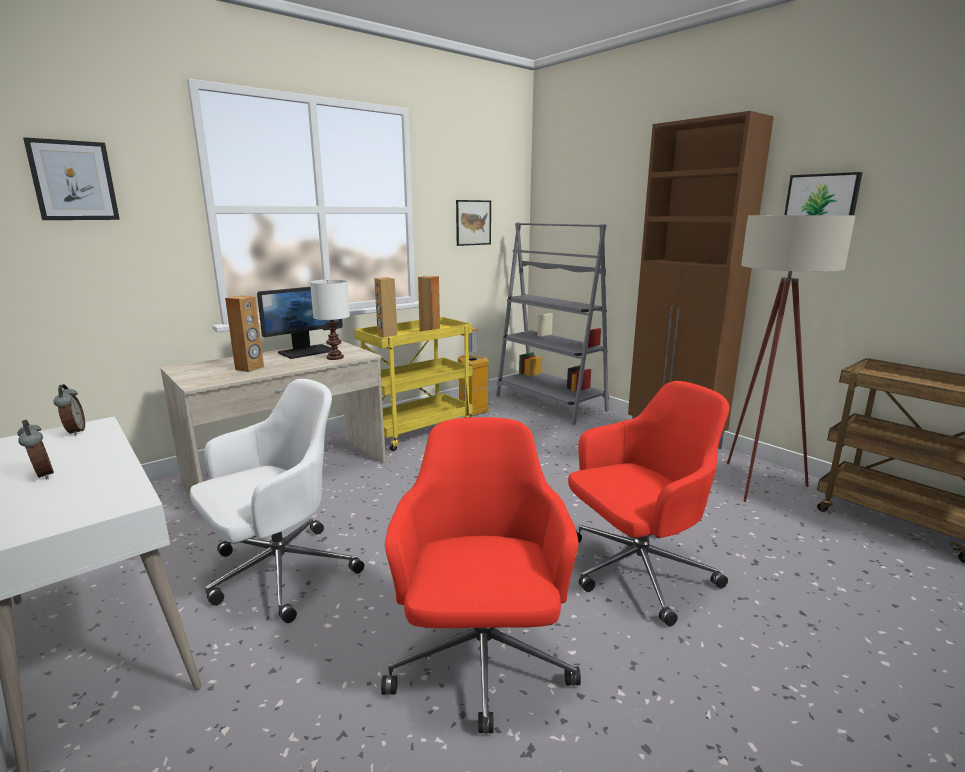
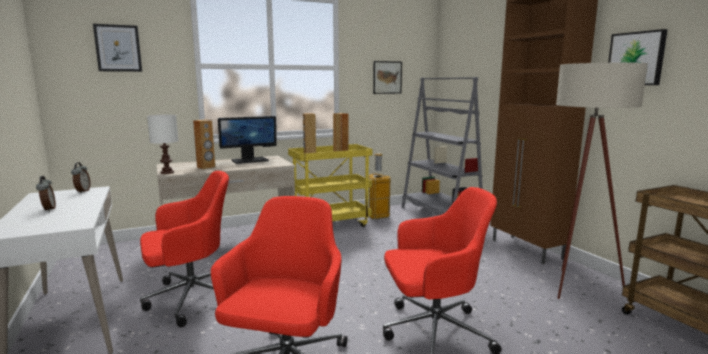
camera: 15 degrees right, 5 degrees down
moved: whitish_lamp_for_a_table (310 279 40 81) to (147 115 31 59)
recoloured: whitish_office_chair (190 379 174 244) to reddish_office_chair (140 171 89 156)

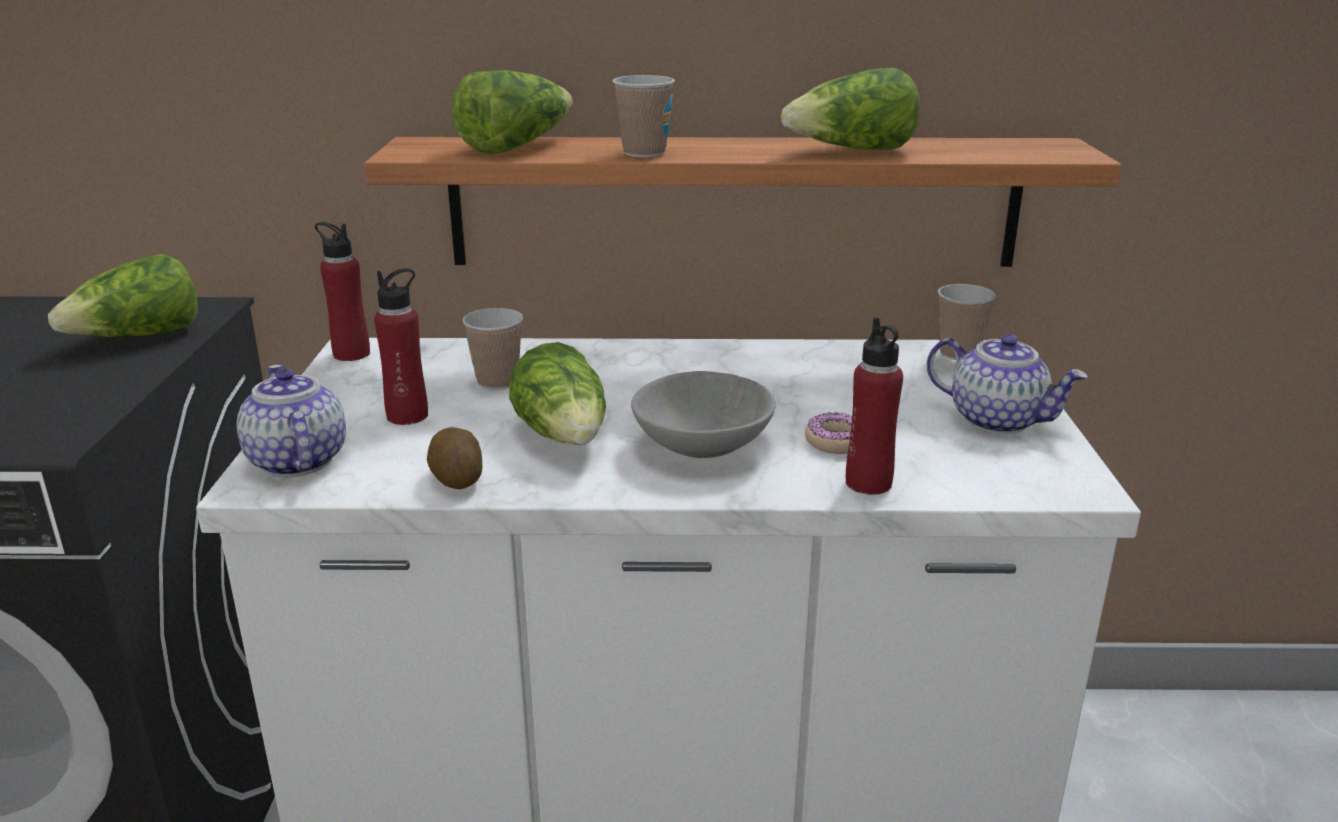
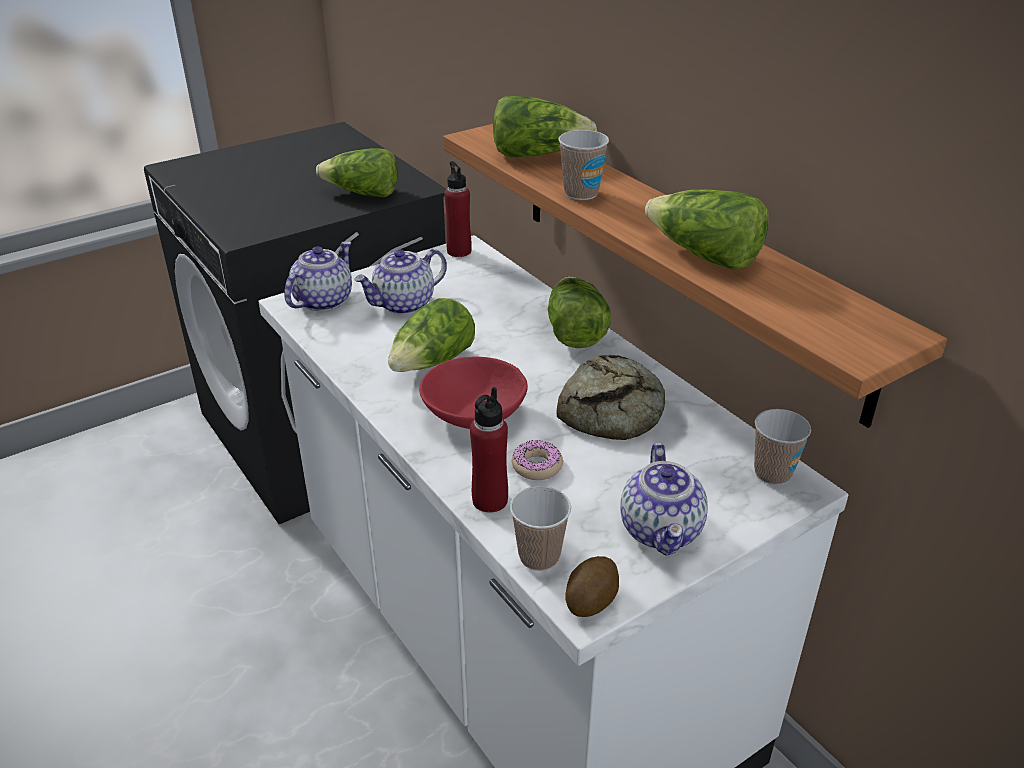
camera: 55 degrees right, 10 degrees up
added: lettuce (548 277 63 71); baked_bread (556 355 109 85)
moved: drinking_cup (462 308 61 82) to (510 486 61 85); spud (427 427 56 62) to (565 556 54 61)
replaced: reddish_beverage_bottle (374 268 54 157) to pot_for_tea (354 249 93 66)
recoloured: greyish_serving_bowl (631 371 145 87) to reddish_serving_bowl (419 357 109 72)

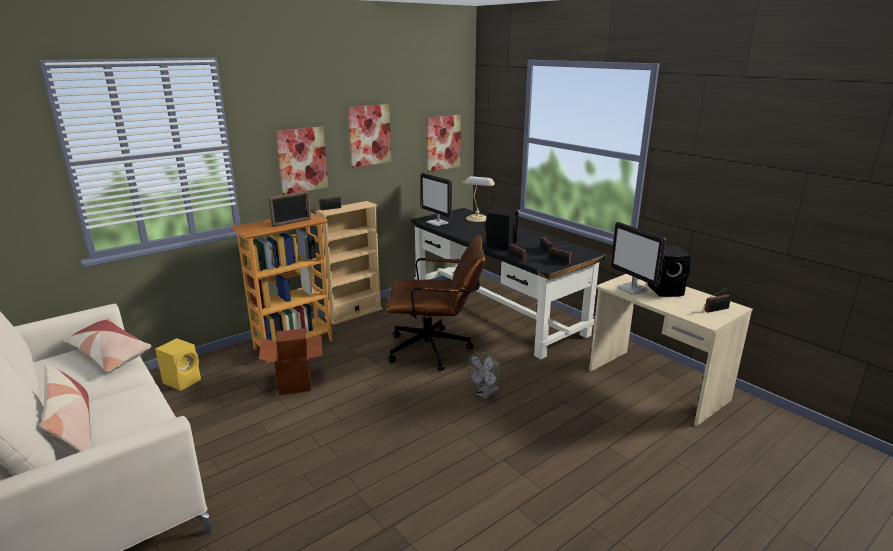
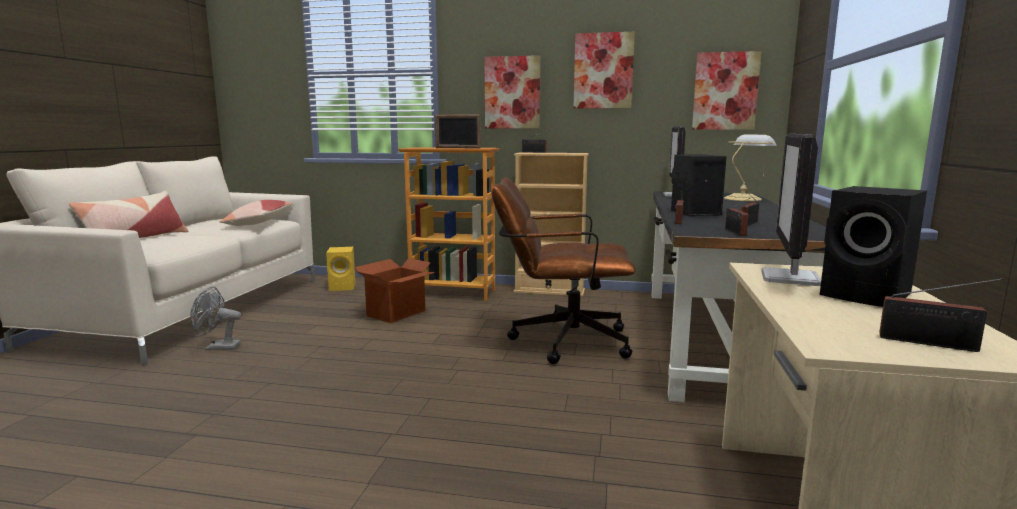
camera: 50 degrees right, 10 degrees down
moved: greyish_fan (467 351 32 48) to (190 287 51 63)
turned: brown_office_chair (386 235 99 136) = (491 177 145 187) 135 degrees clockwise

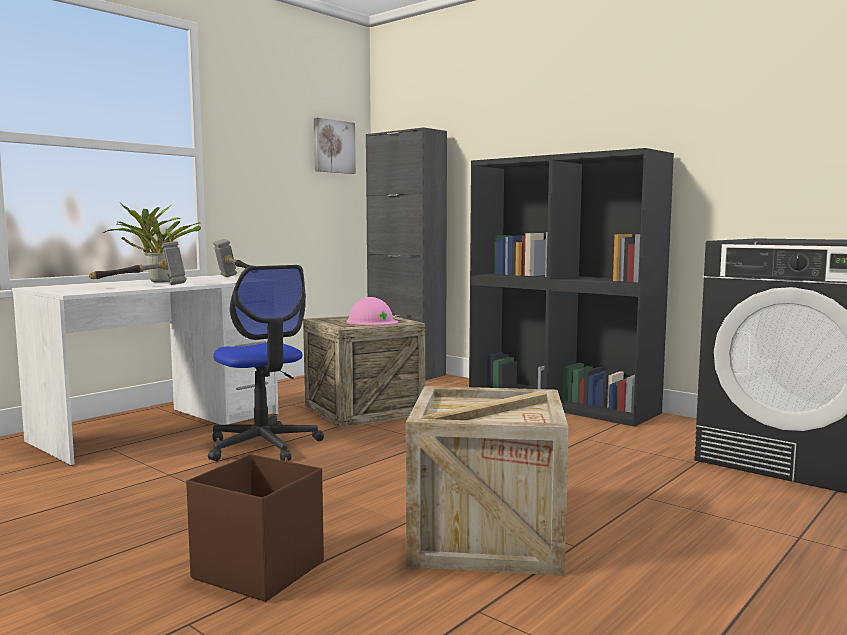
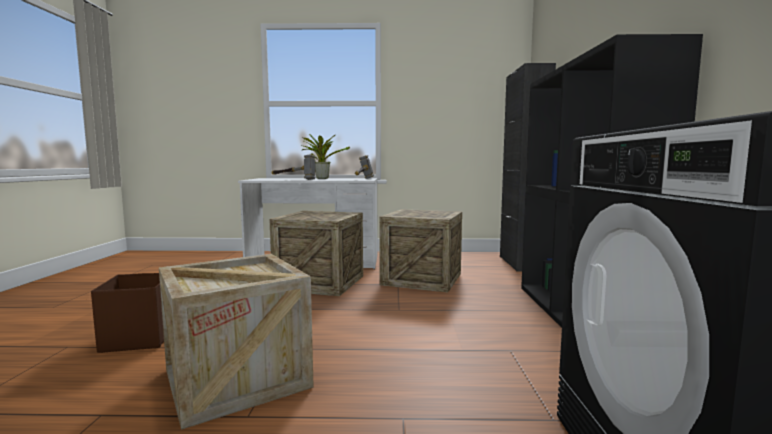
camera: 50 degrees right, 0 degrees up
removed: wall_art (314 117 42 57); pinkish_hard_hat (347 297 51 29)
replaced: office_chair (208 265 116 196) to crate (269 211 94 85)

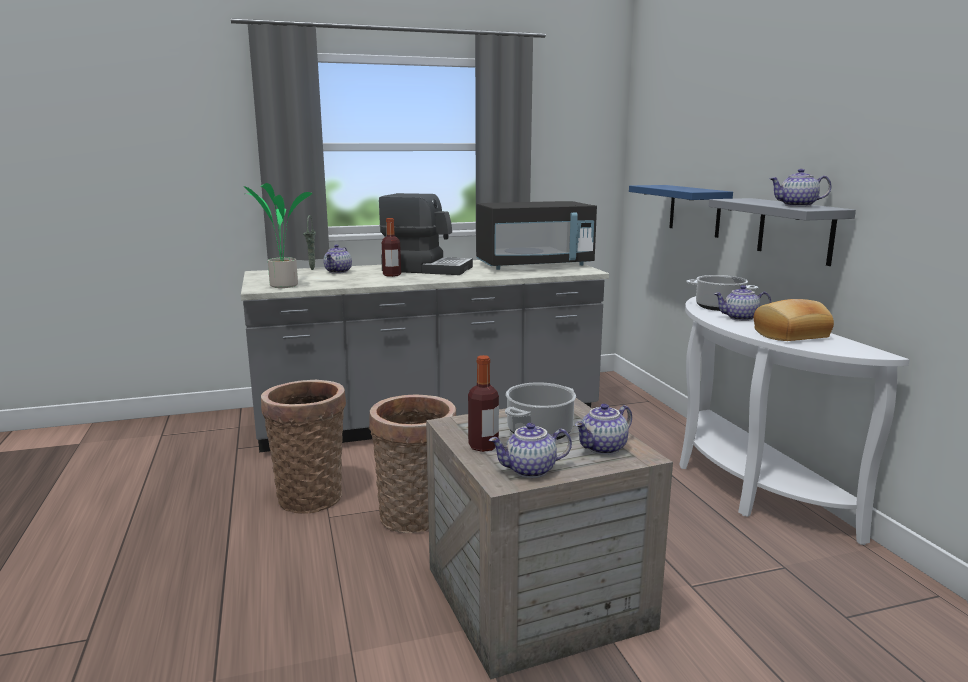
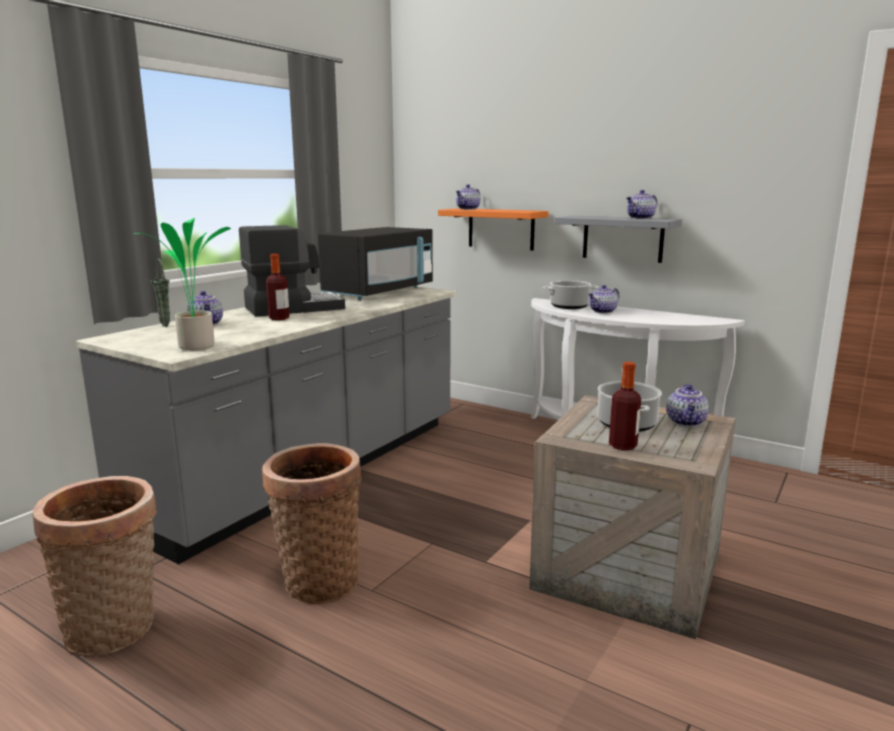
camera: 40 degrees left, 0 degrees up
removed: baked_bread (754 299 80 42)
moved: basket (369 394 87 139) to (33 476 124 181); pot_for_tea (489 423 83 55) to (456 184 24 26)
recoloured: blue-coloured_shelf (629 185 104 53) to orange_shelf (438 208 111 43)

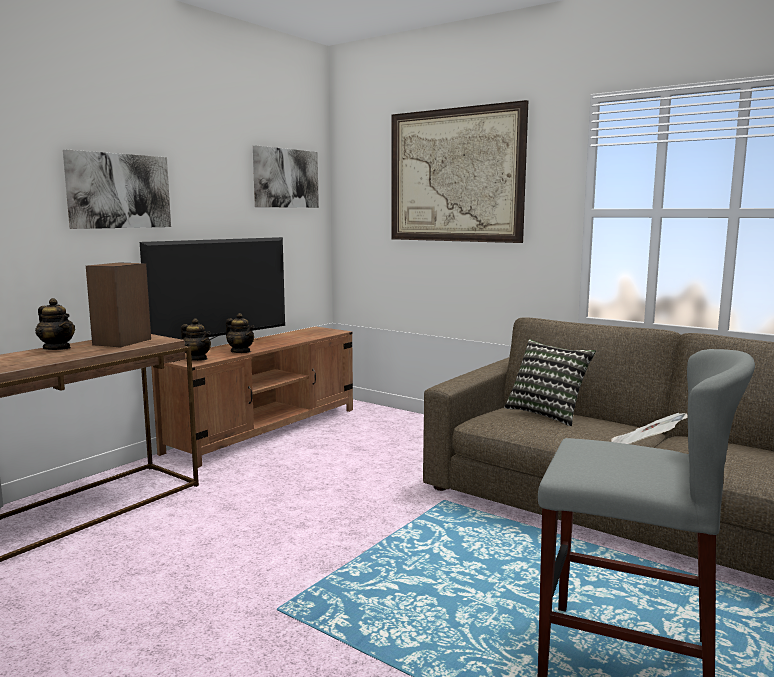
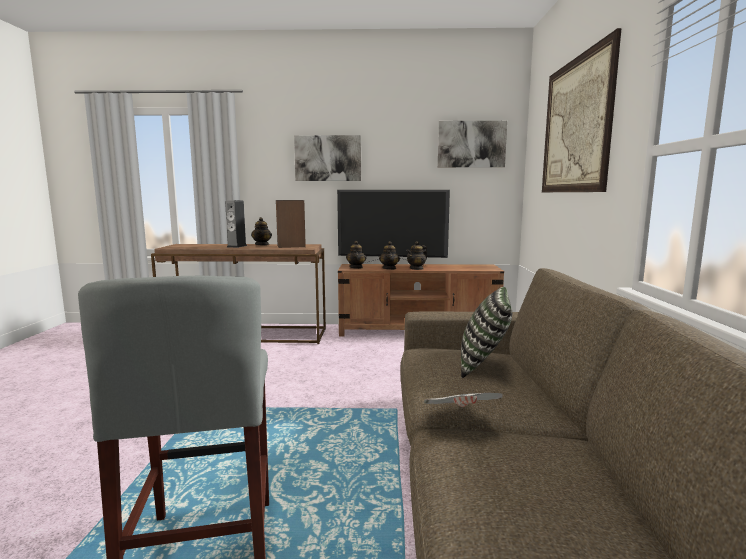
camera: 55 degrees right, 0 degrees up
added: speaker (225 200 22 48); pot_for_tea (406 241 21 29)

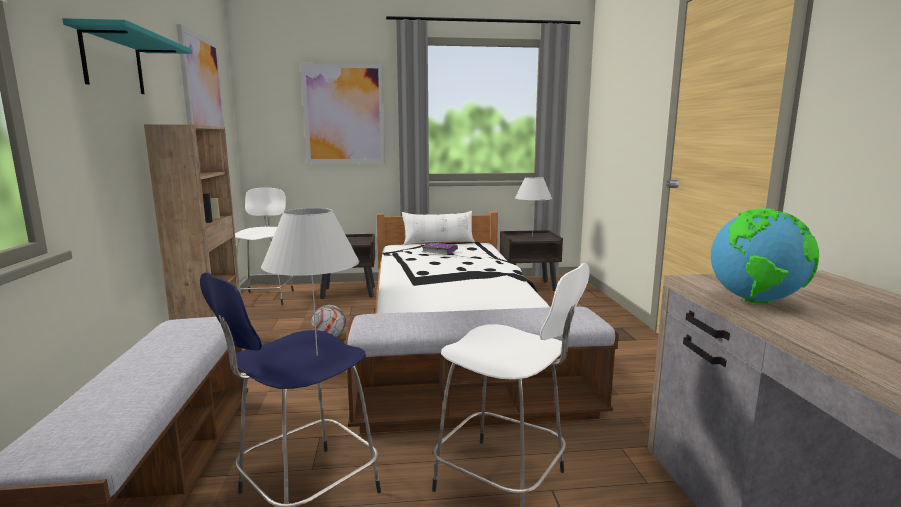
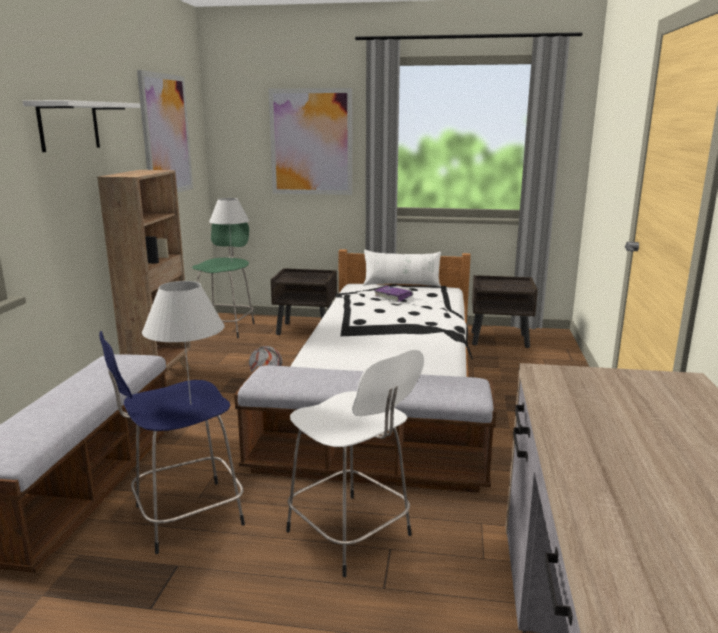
camera: 15 degrees right, 5 degrees up
removed: desk_globe (711 208 108 95)
moved: whitish_lamp_for_a_table (515 177 37 57) to (209 198 40 61)
recoloured: turquoise_shelf (62 18 130 76) to whitish_shelf (23 100 117 52); whitish_stool_seat (235 188 59 117) to greenish_stool_seat (192 222 63 116)

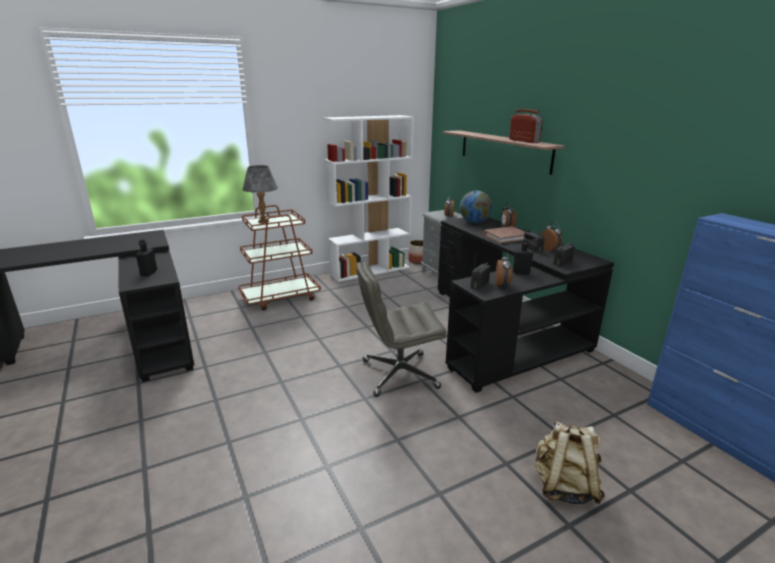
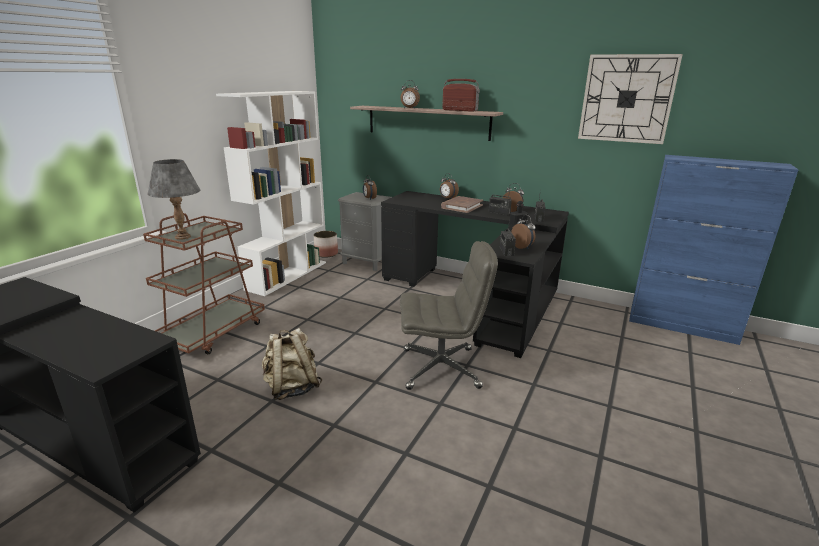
camera: 35 degrees left, 0 degrees up
removed: desk_globe (460 191 32 32); black-coloured_beverage_bottle (136 239 21 37)
added: hanging_clock (578 54 105 90); table_clock (401 80 19 28)
moved: sand-coloured_rucksack (535 421 70 83) to (262 328 60 72)
turned: greyish_office_chair (357 262 90 135) = (400 241 98 149) 135 degrees counterclockwise

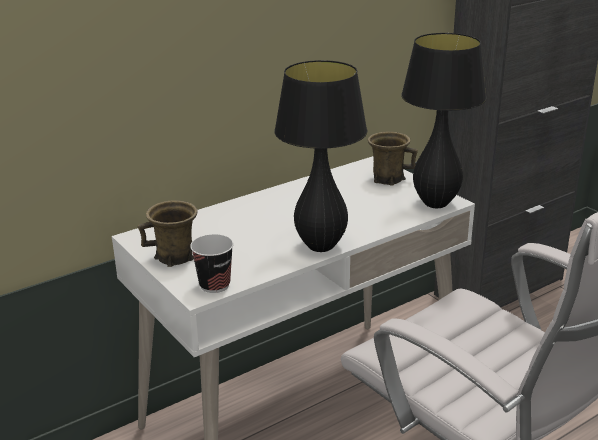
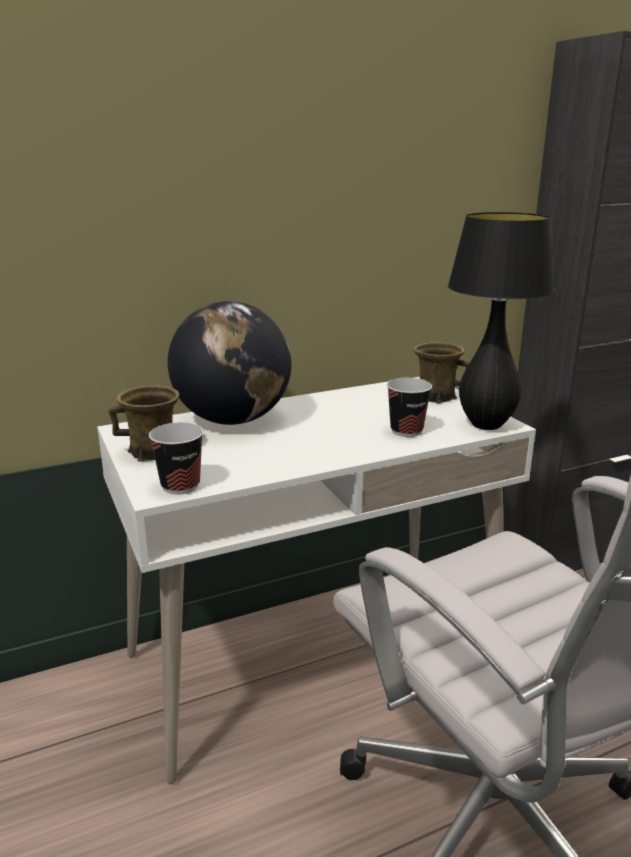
camera: 10 degrees right, 5 degrees down
removed: black-coloured_lamp_for_a_table (274 60 93 192)
added: desk_globe (168 301 124 124); drinking_cup (387 378 45 59)

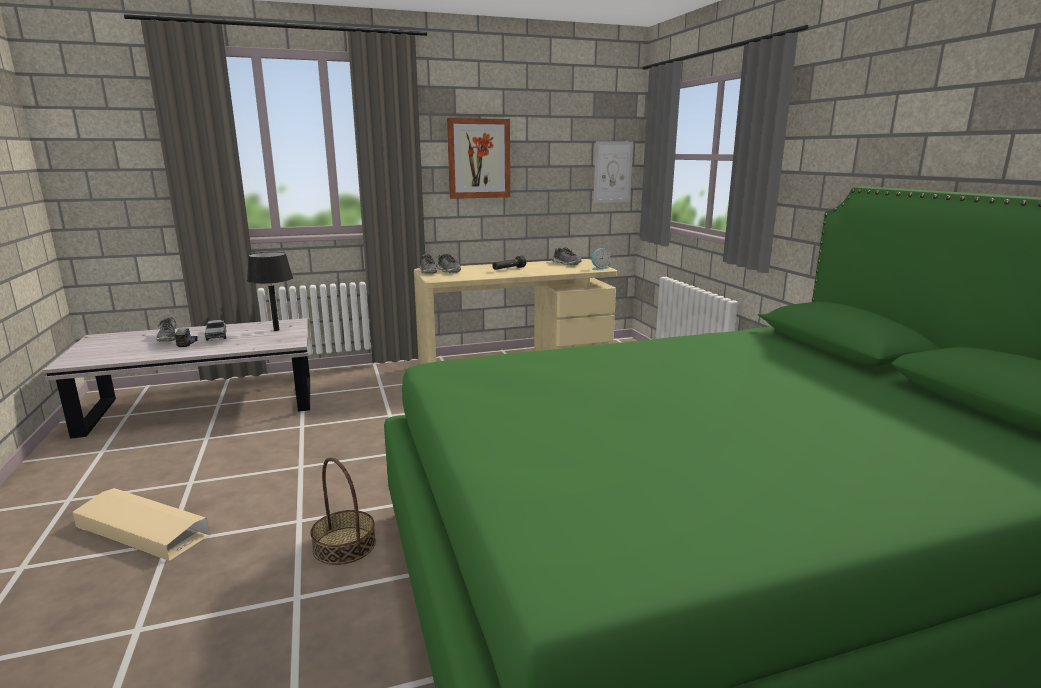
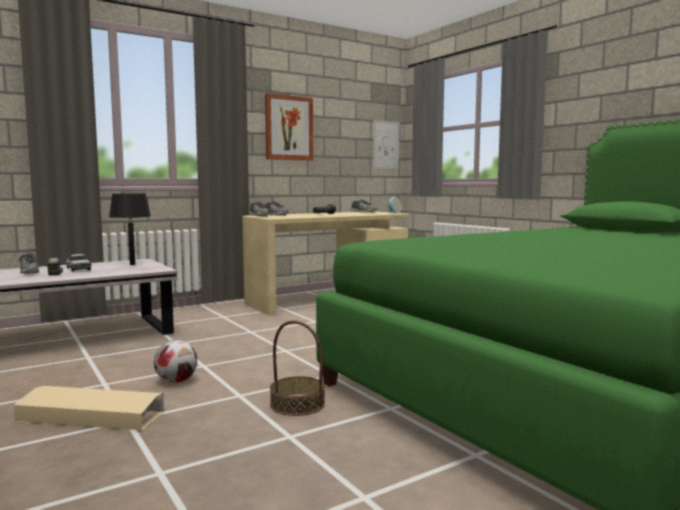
camera: 15 degrees left, 10 degrees down
added: ball_for_football (154 340 43 43)

